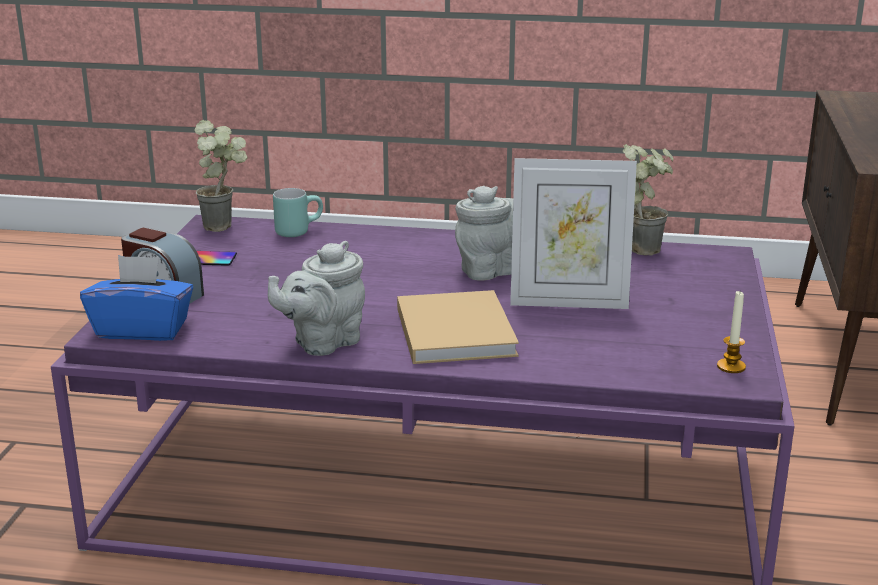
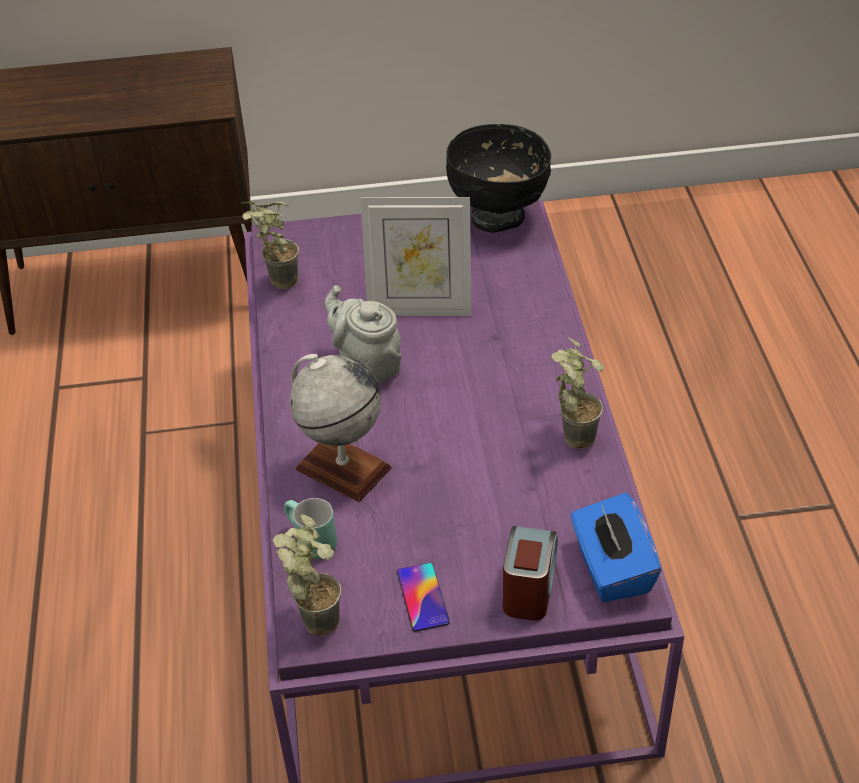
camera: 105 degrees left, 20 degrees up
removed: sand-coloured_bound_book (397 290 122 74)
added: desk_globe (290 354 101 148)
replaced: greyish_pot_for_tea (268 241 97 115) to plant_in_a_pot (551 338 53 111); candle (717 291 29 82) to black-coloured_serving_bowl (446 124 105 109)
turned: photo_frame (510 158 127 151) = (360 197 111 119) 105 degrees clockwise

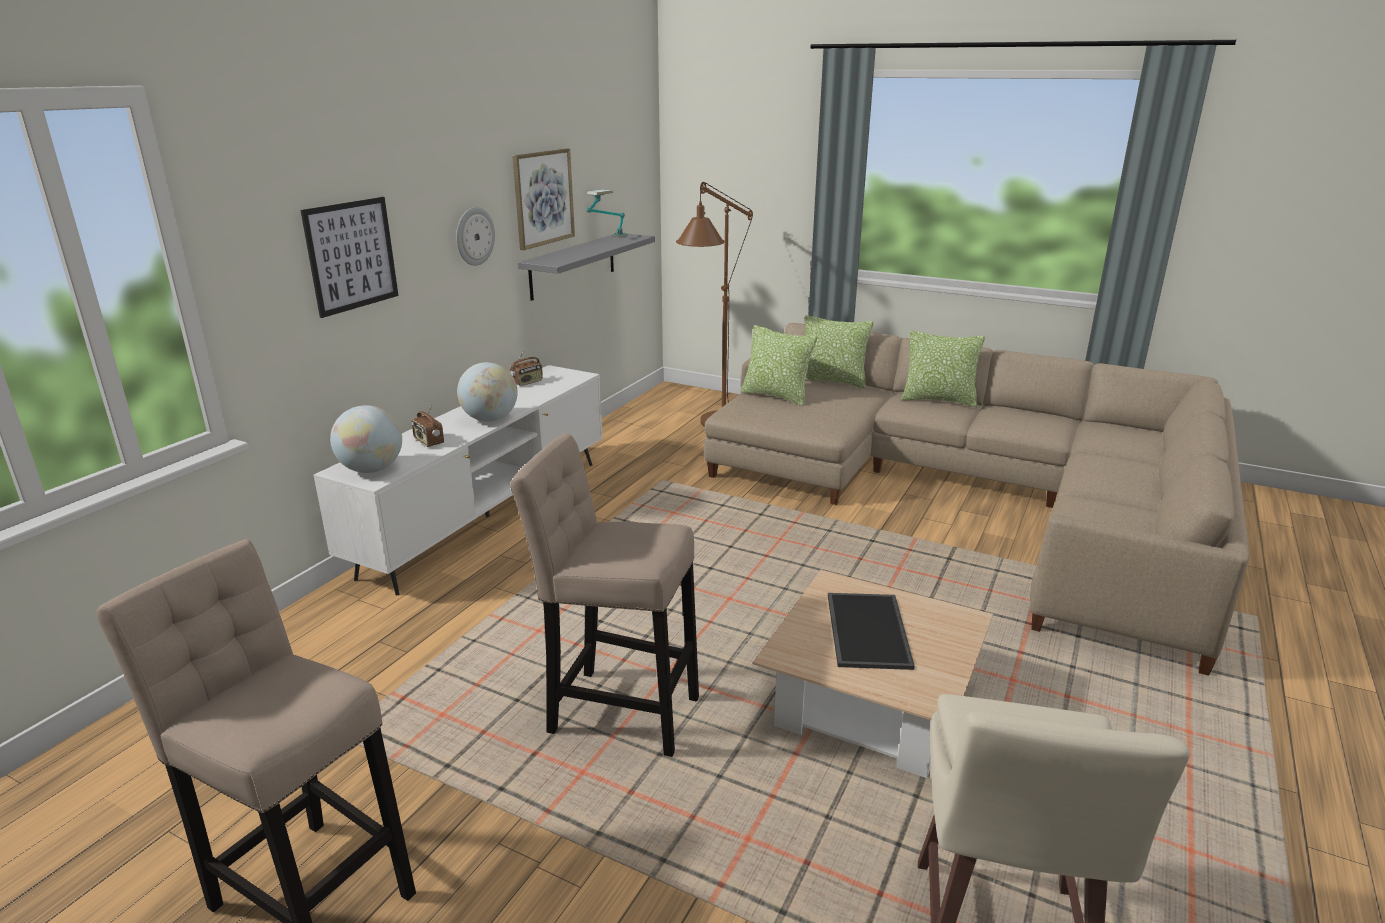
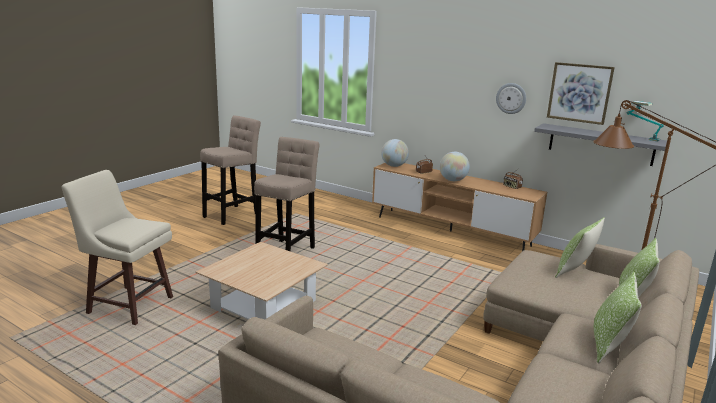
camera: 95 degrees right, 5 degrees down
removed: wall_art (301 197 98 121); carrying_tray (828 593 87 77)
recoloured: whitish_media_console (314 365 288 230) to brown_media_console (372 163 175 88)

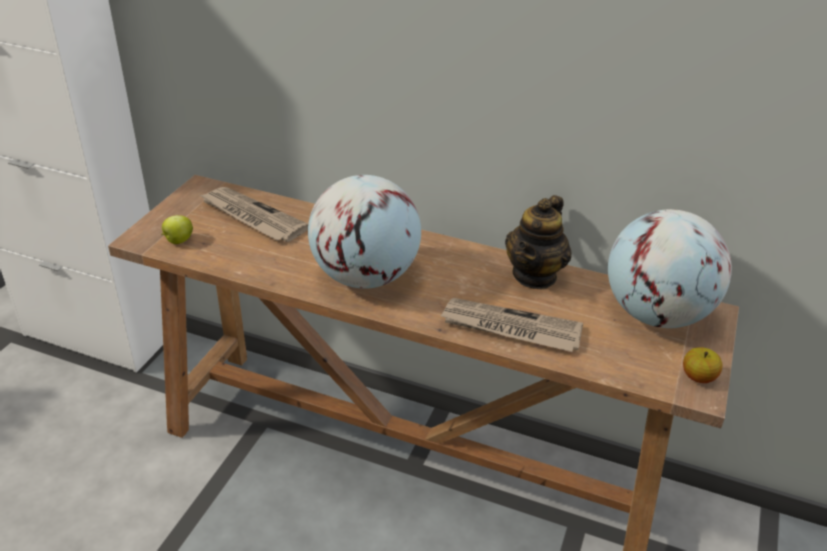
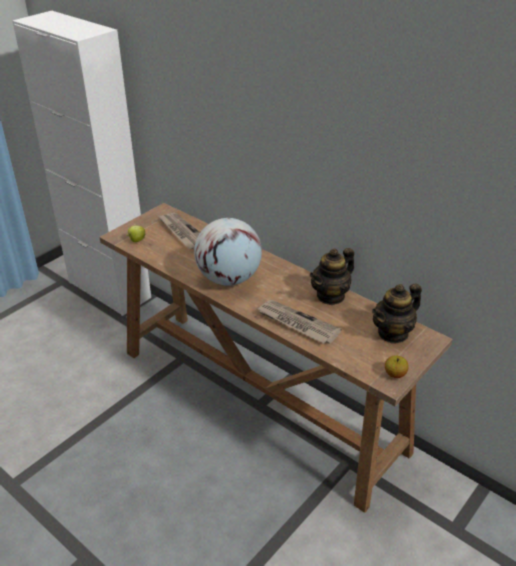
camera: 20 degrees right, 0 degrees up
replaced: desk_globe (608 209 124 119) to pot_for_tea (372 284 50 60)

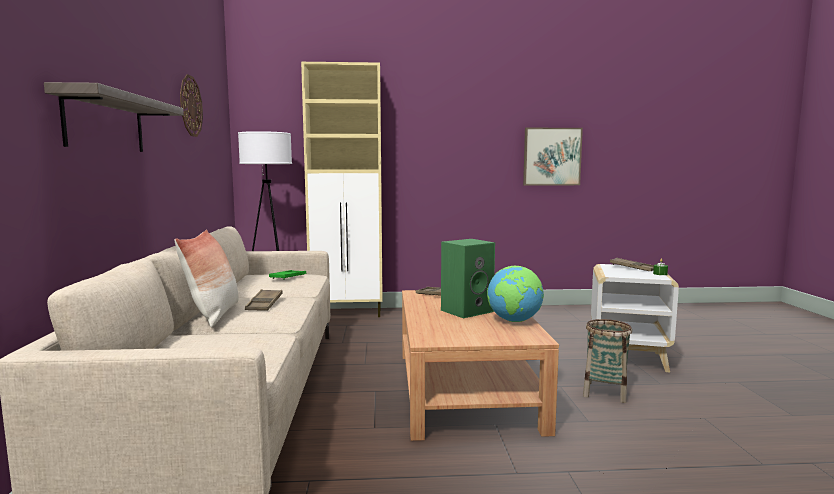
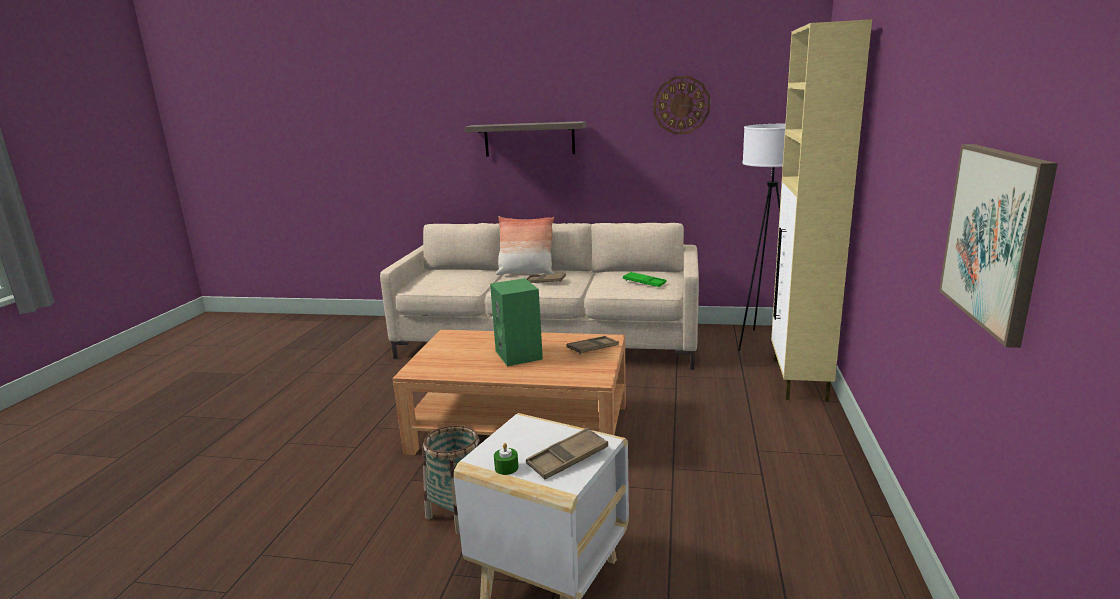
camera: 105 degrees right, 10 degrees up
removed: desk_globe (487 266 57 56)

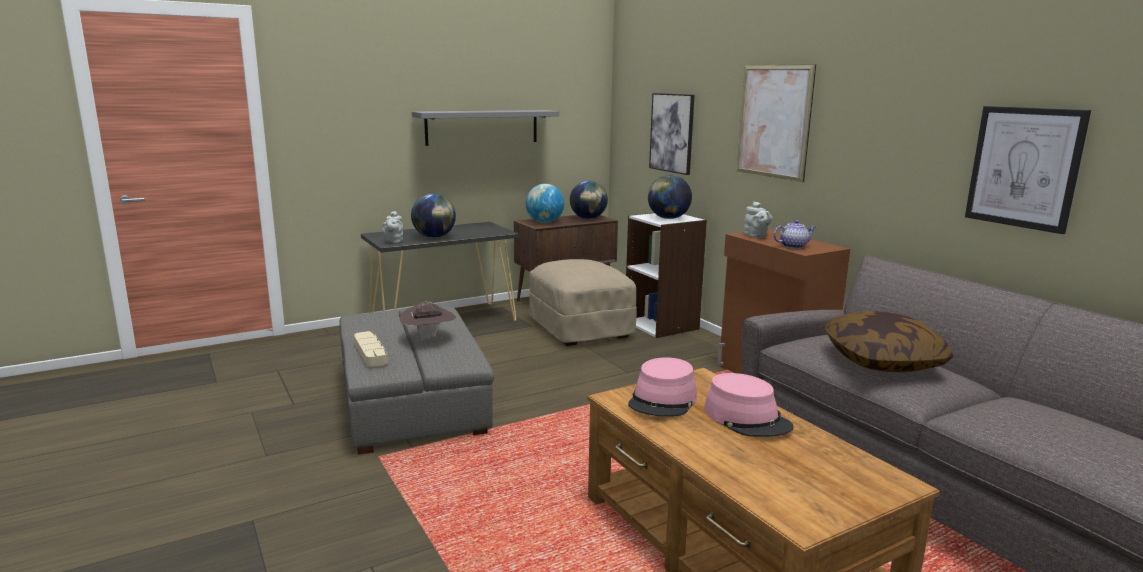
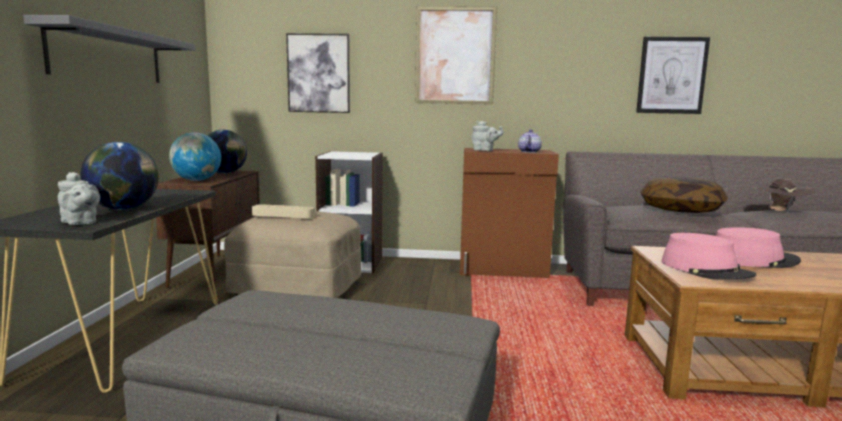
camera: 55 degrees left, 5 degrees down
removed: desk_globe (648 175 44 44)
moved: brown_hat (399 302 57 39) to (753 178 62 35); sand-coloured_carrying_tray (354 331 34 36) to (252 204 63 14)

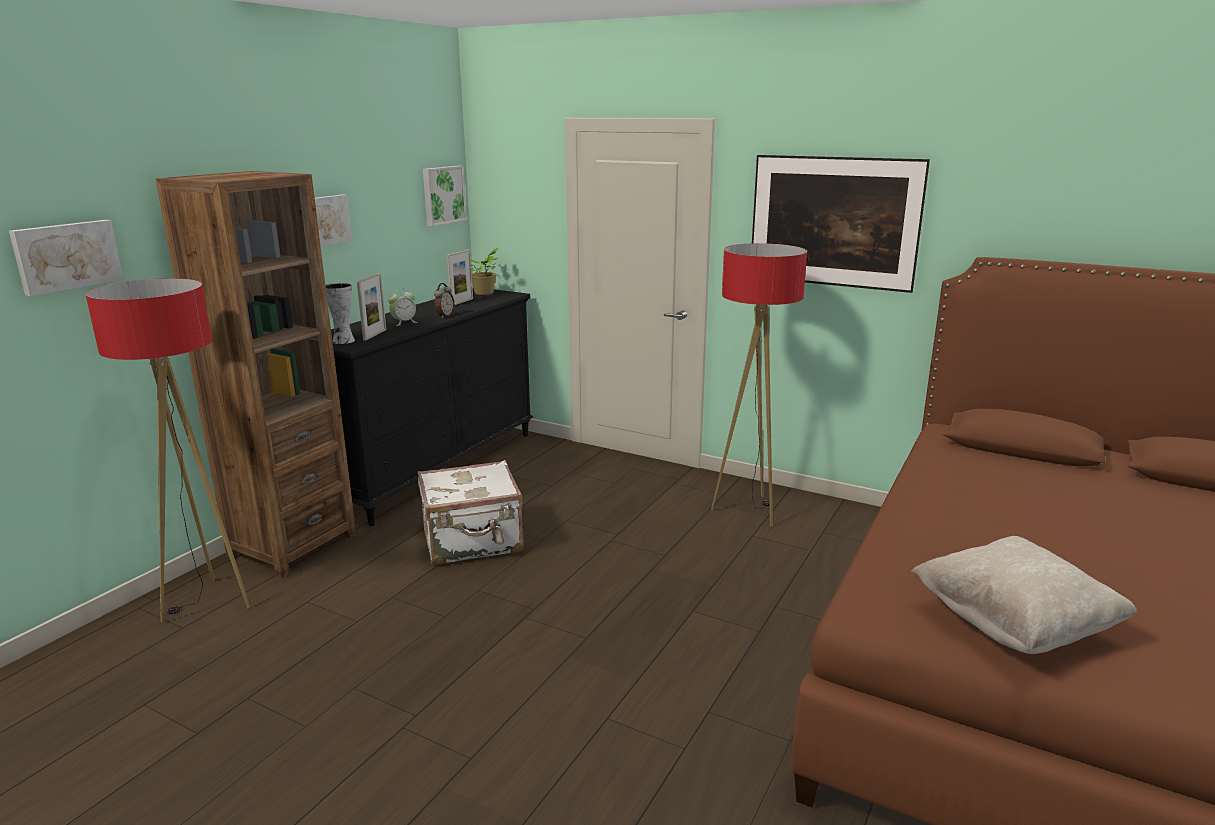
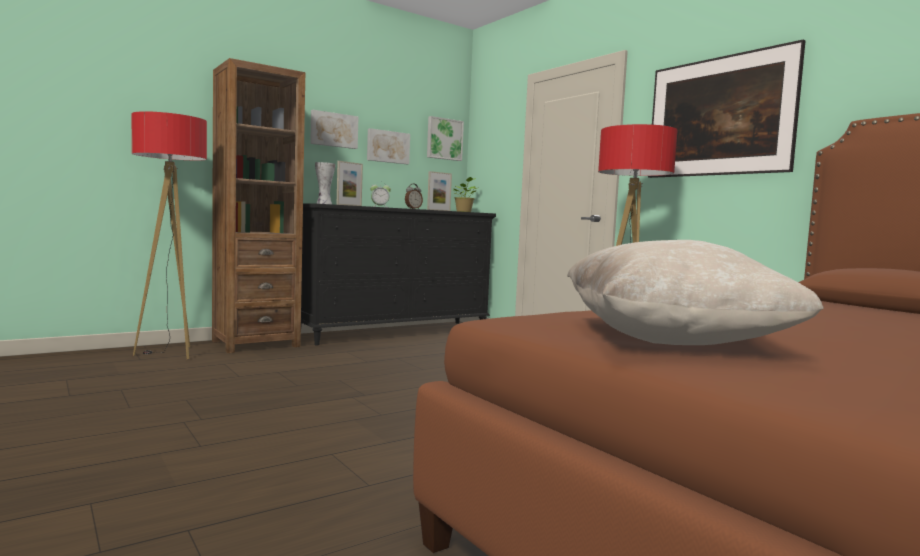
camera: 25 degrees right, 15 degrees down
removed: whitish_suitcase (417 460 106 105)
moved: wall_art (9 220 115 76) to (367 128 43 36)

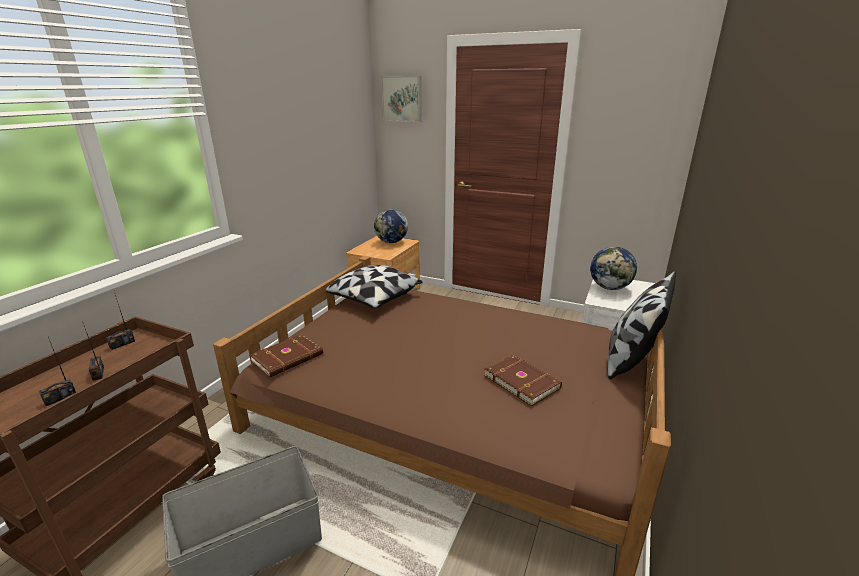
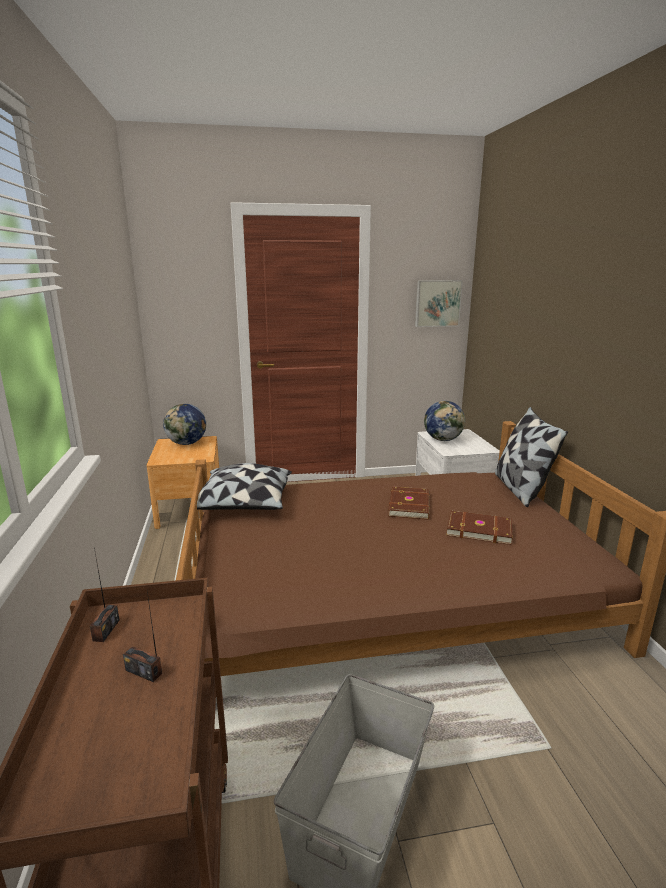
camera: 35 degrees left, 5 degrees down
removed: radio_receiver (39 337 37 69)
moved: wall_art (381 76 41 46) to (415 280 48 47); brown_bound_book (250 334 73 43) to (388 487 42 33)

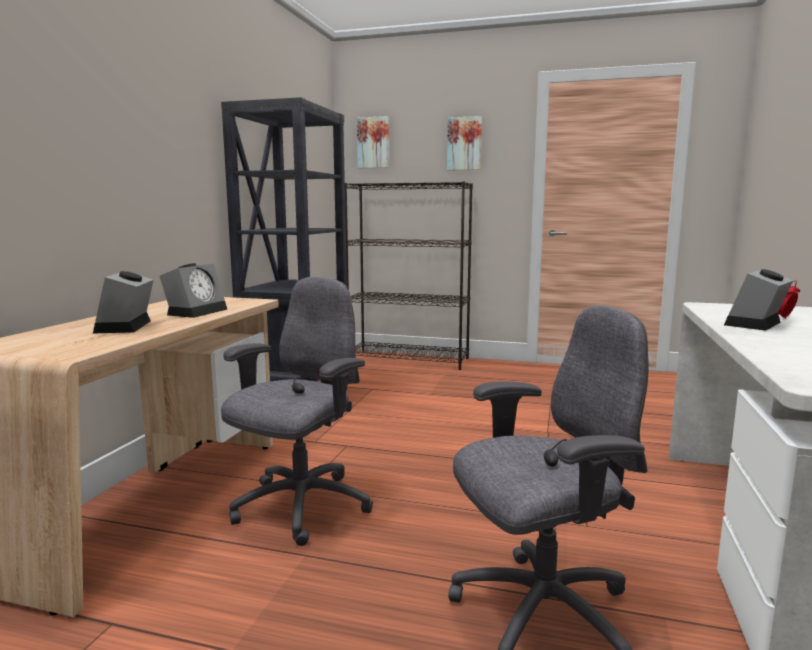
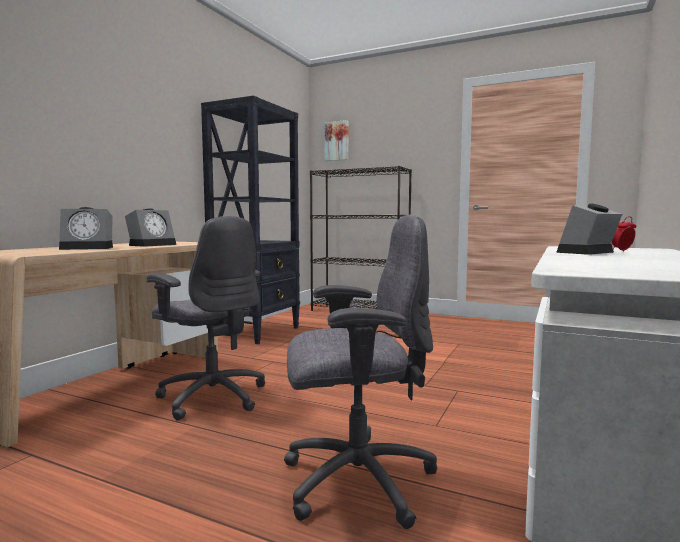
camera: 10 degrees right, 5 degrees down
removed: wall_art (447 116 35 55)
turned: table_clock (93 271 61 63) = (59 207 54 43) 105 degrees counterclockwise; greyish_office_chair (221 277 152 269) = (147 216 118 205) 90 degrees clockwise

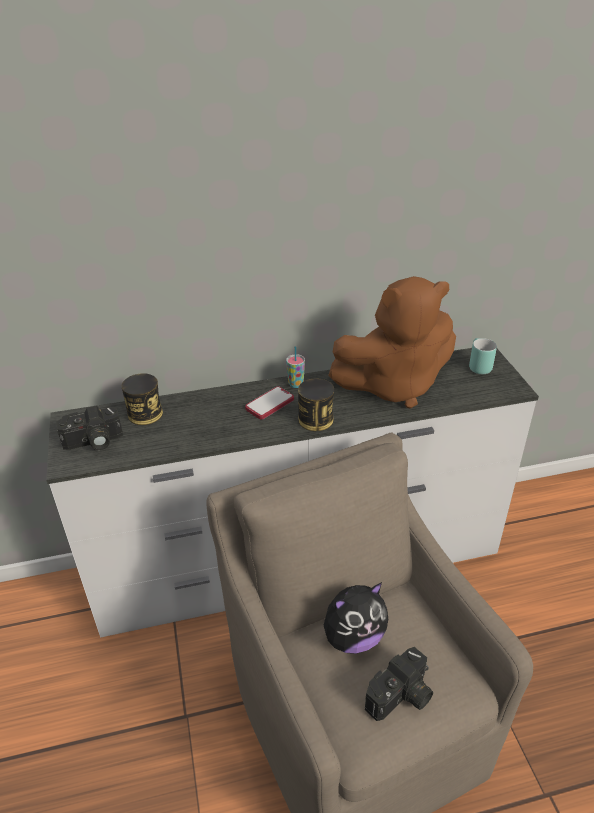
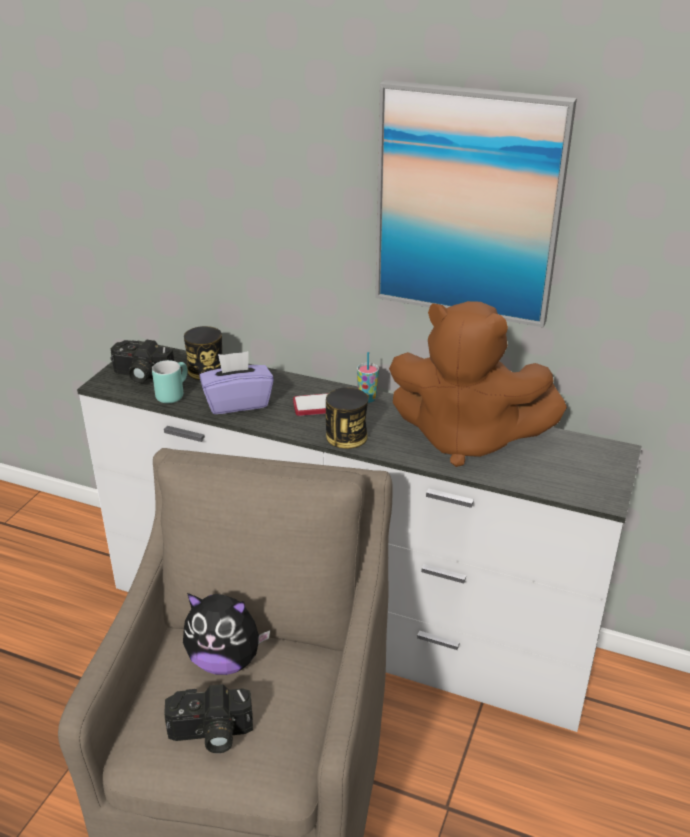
camera: 35 degrees right, 5 degrees down
added: wall_art (375 80 202 247); purple-coloured_tissue_box (199 351 75 63)
moved: turquoise_mug (469 338 28 36) to (152 360 36 43)

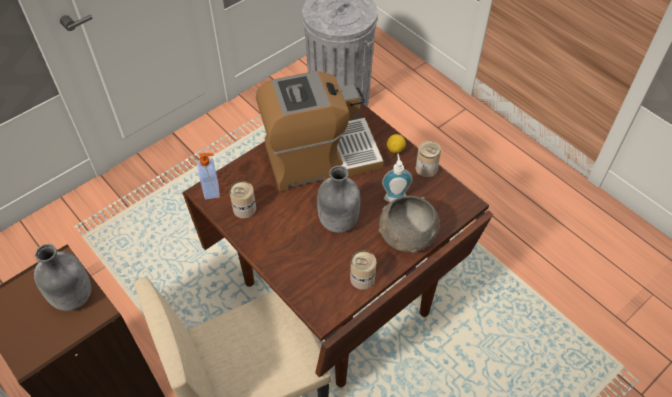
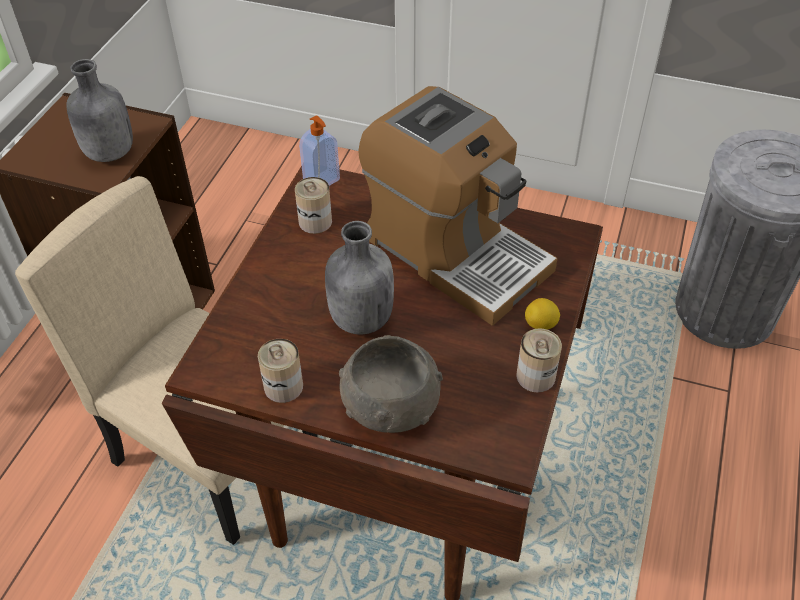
camera: 60 degrees right, 5 degrees down
removed: soap_dispenser (382 154 31 48)

